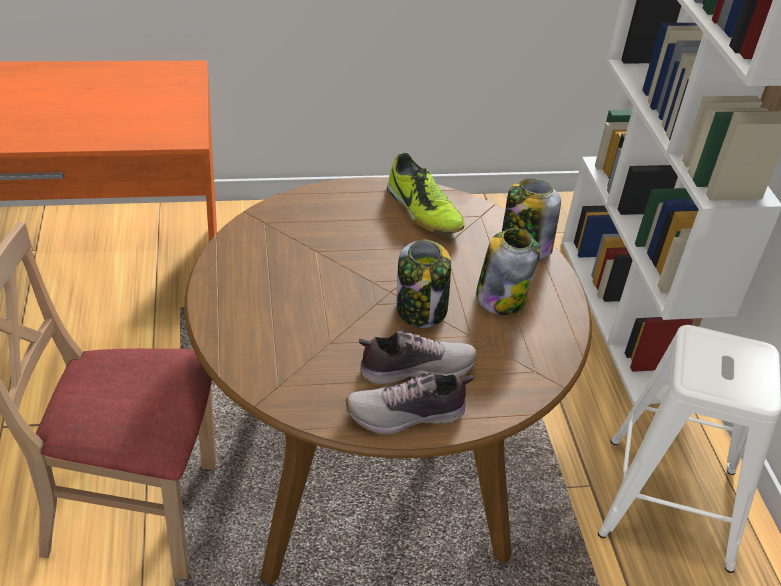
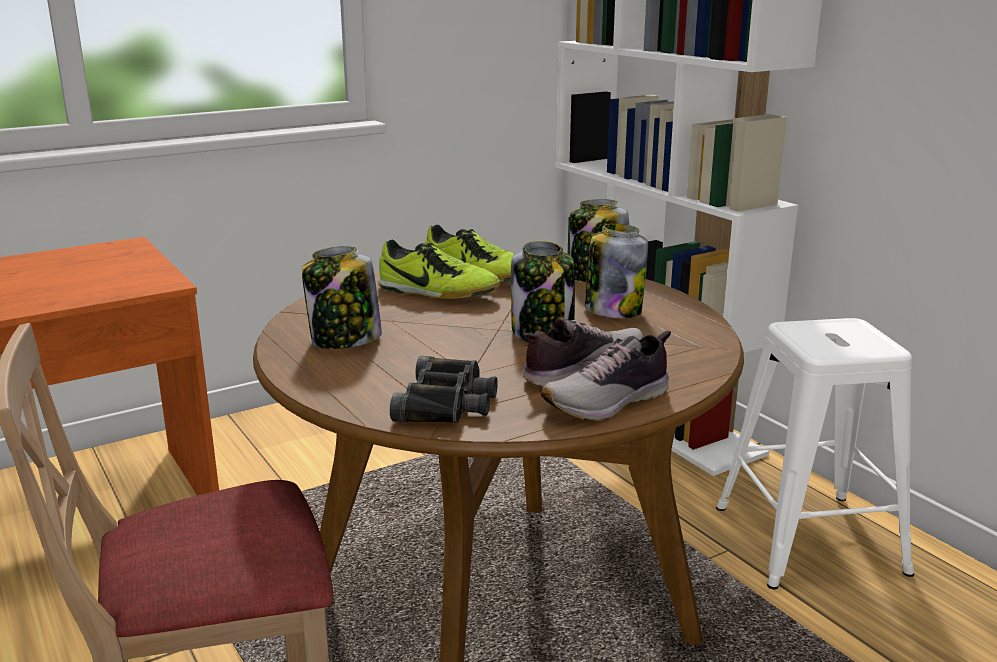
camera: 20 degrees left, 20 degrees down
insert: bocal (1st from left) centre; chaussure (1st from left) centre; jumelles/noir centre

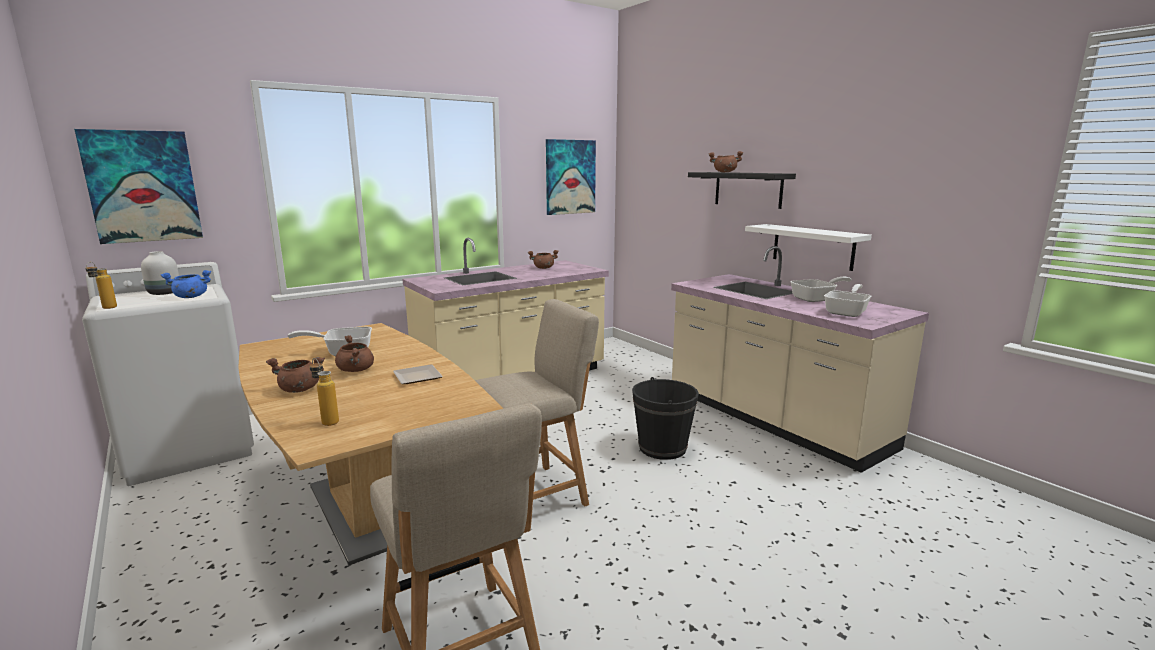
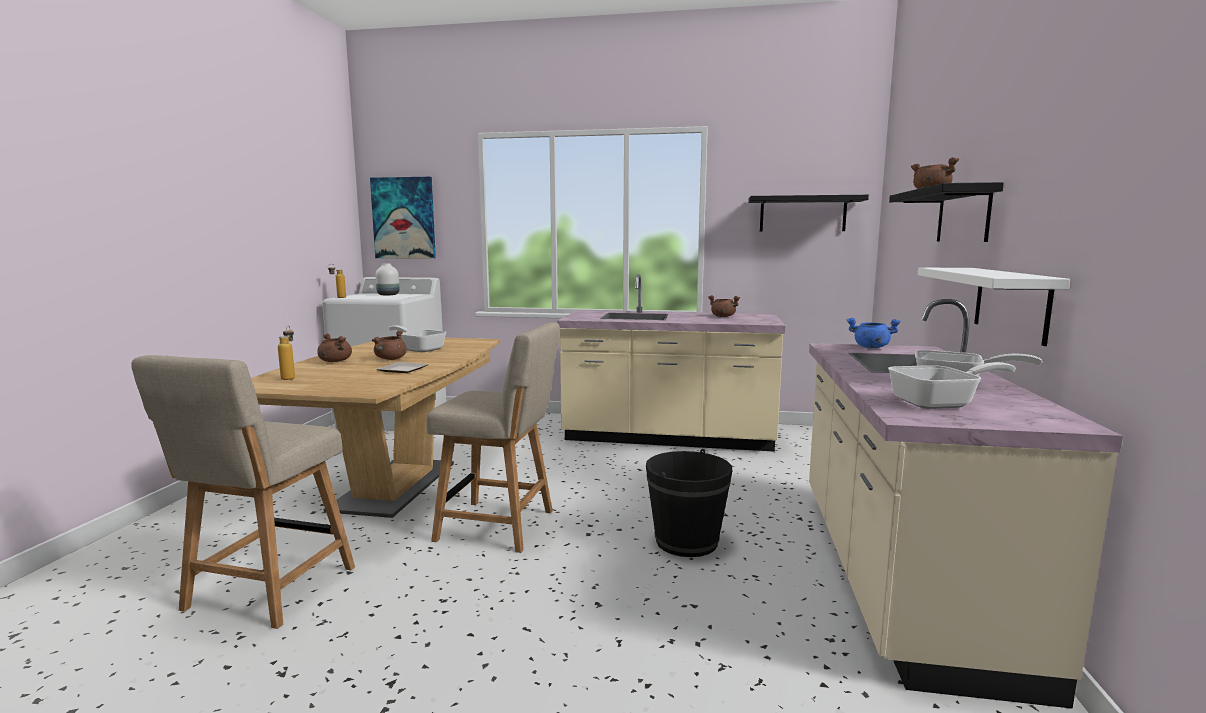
camera: 45 degrees right, 5 degrees down
move: marmite/bleu middle left to middle right
replace: tableau (2nd from left) top centre to étagère/noir (1st from left) top right

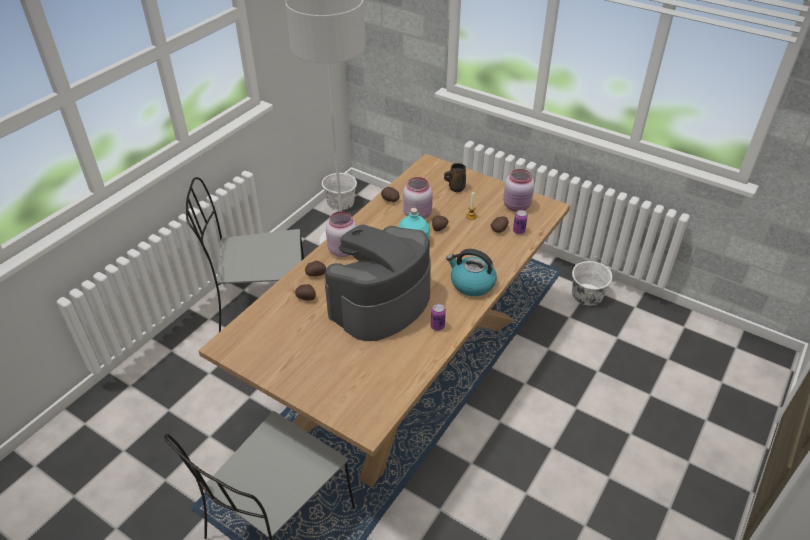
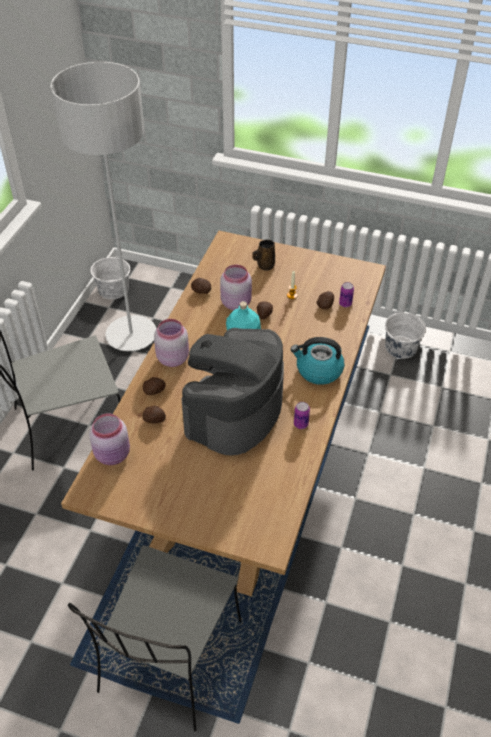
camera: 15 degrees left, 5 degrees up
move: bocal/rose (3rd from left in the first image) centre to bocal/rose (1st from left) middle left

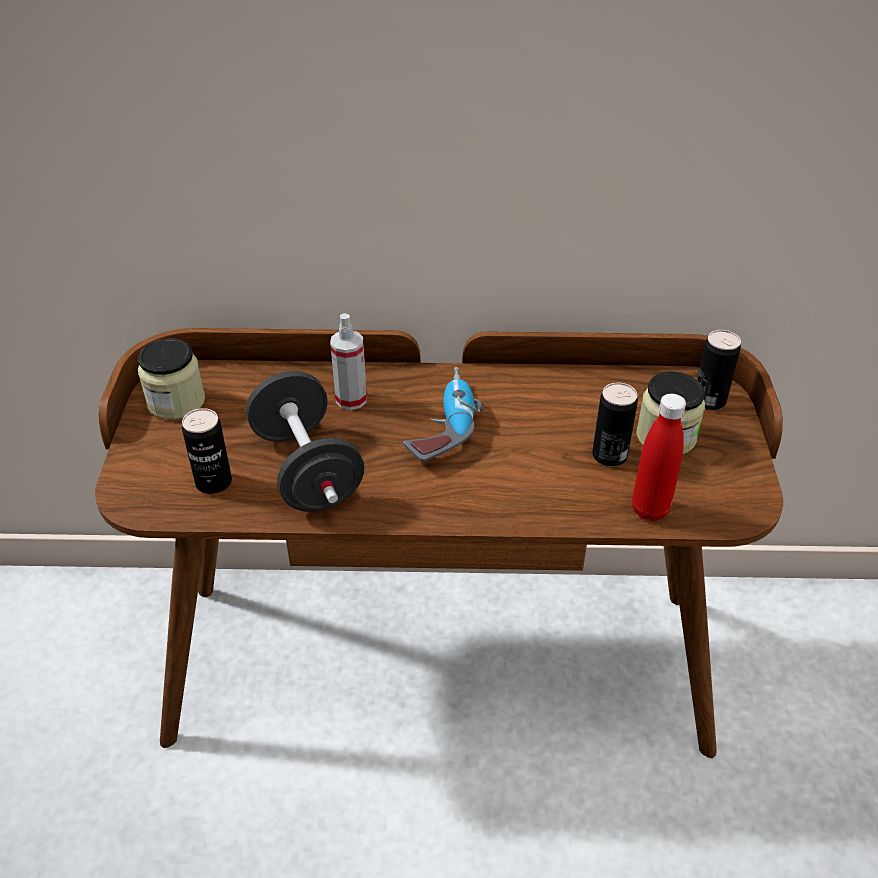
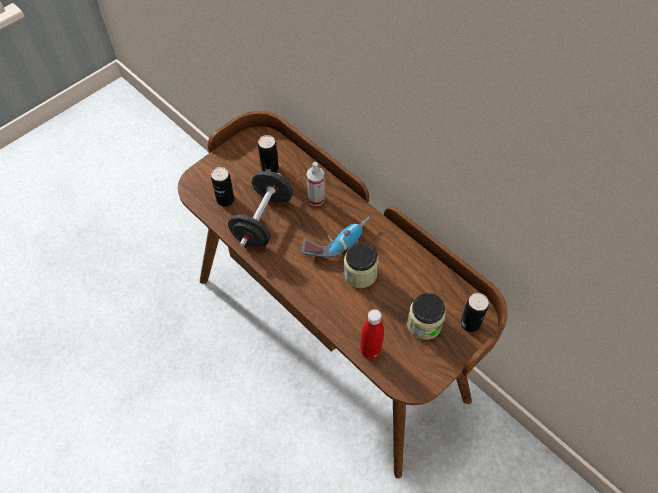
camera: 45 degrees right, 15 degrees up
move: bocal (1st from left) middle left to centre; boîte métallique (2nd from left) middle right to top centre

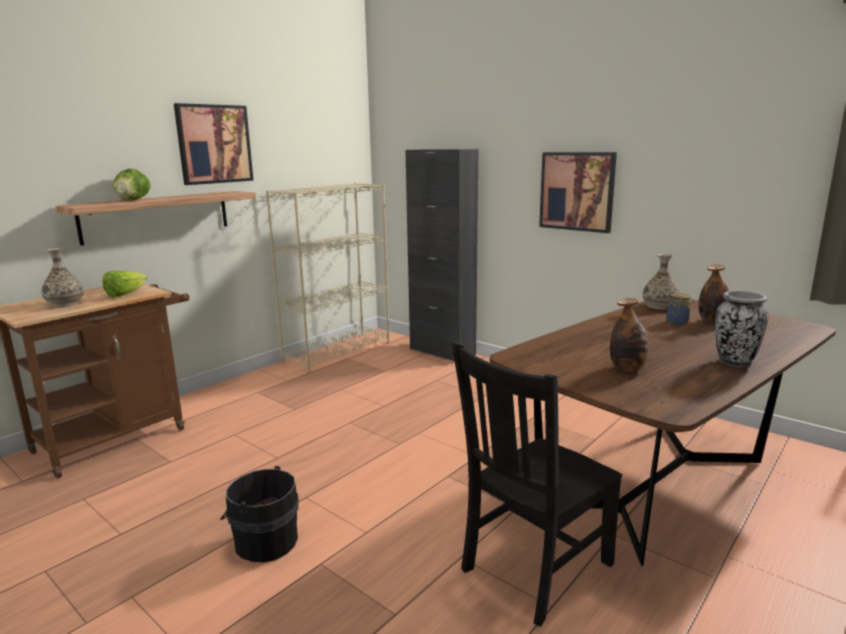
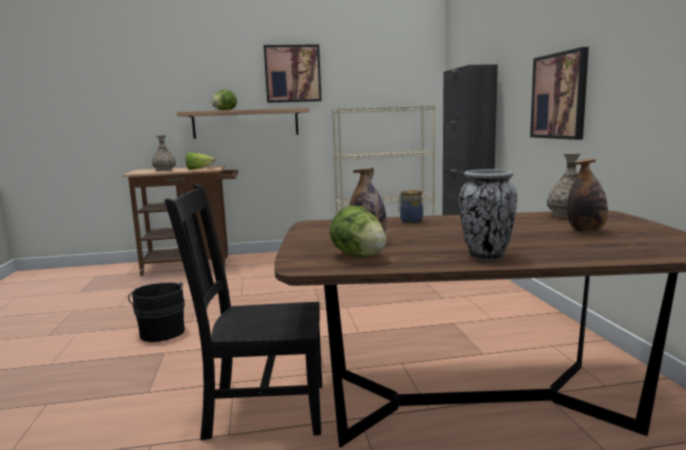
camera: 40 degrees right, 5 degrees down
insert: laitue (3rd from left) centre
move: bocal middle right to centre

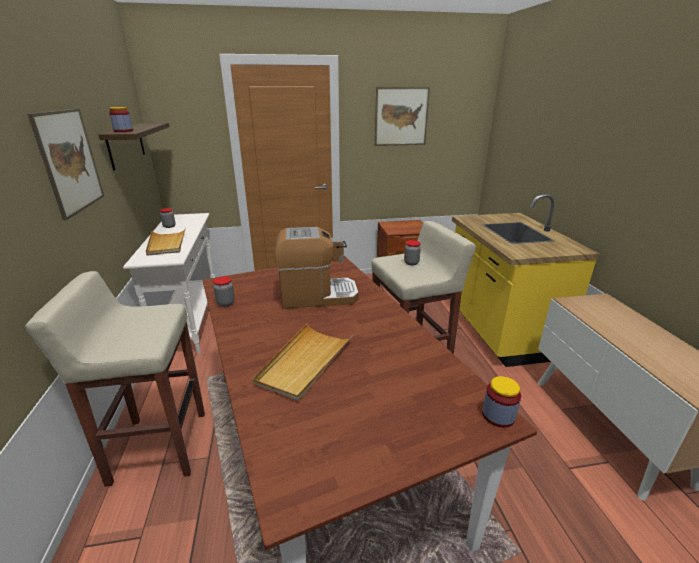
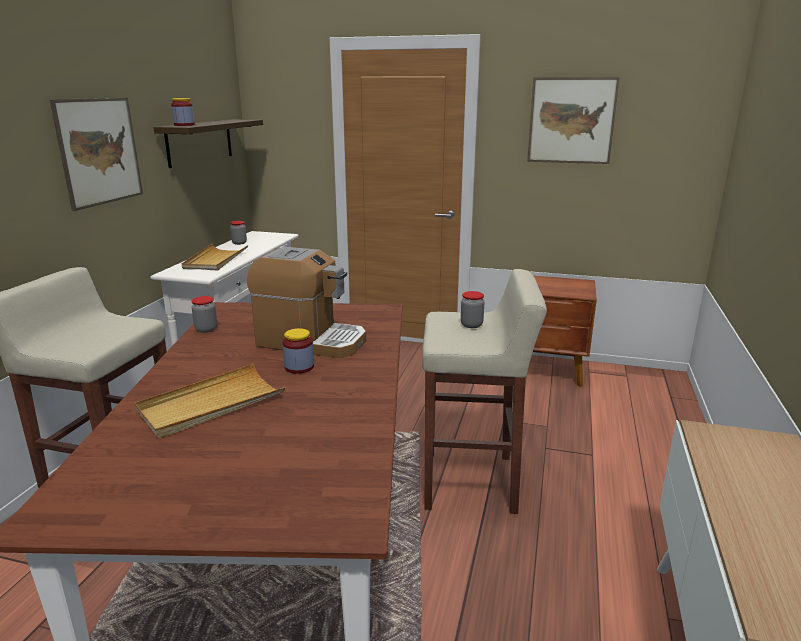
camera: 25 degrees right, 5 degrees down
delete: comptoir de cuisine/jaune middle right
move: bocal (5th from left in the first image) bottom right to bocal (4th from left) centre

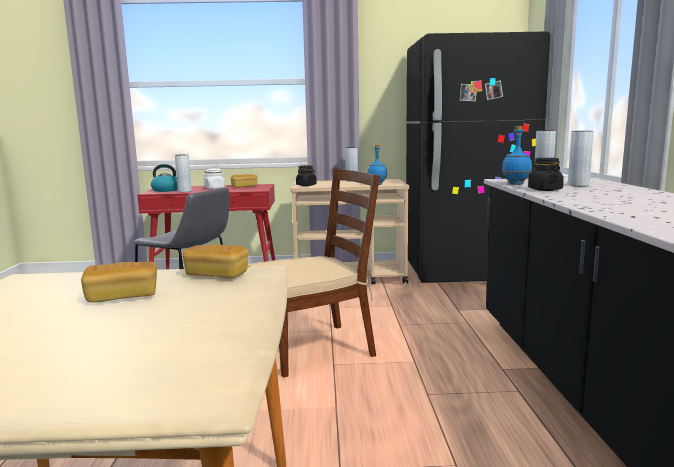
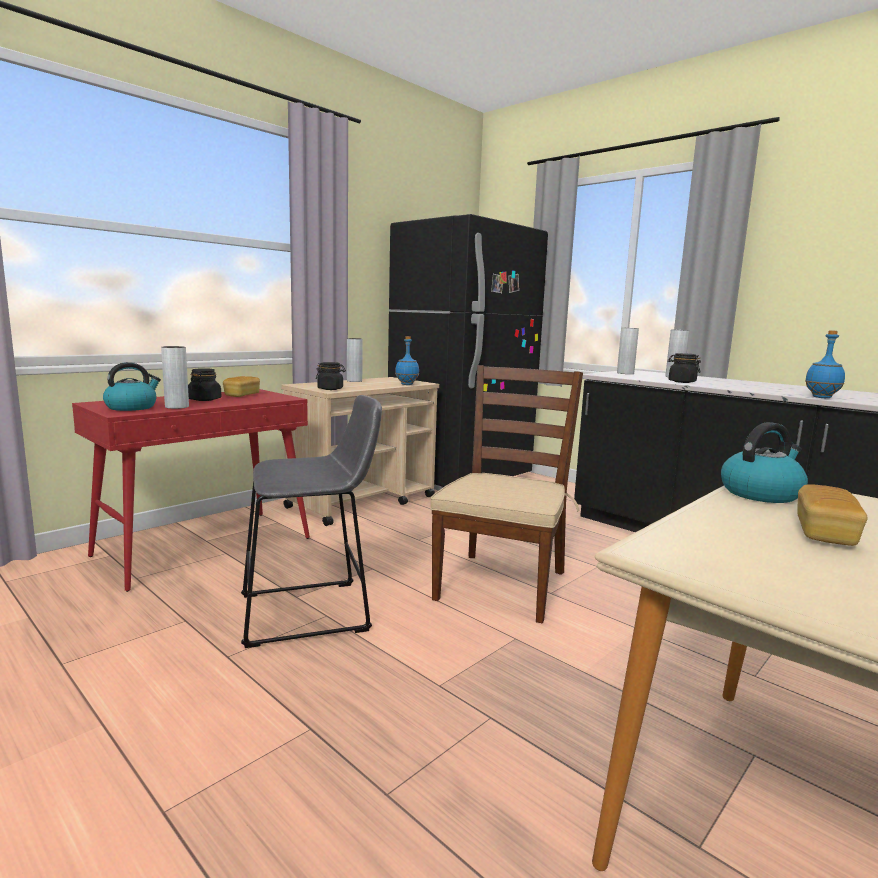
camera: 45 degrees left, 0 degrees up
move: bouteille/bleu (2nd from left) top right to middle right
replace: pain (2nd from left) middle left to bouilloire (2nd from left) middle right
recolor: bocal/blanc middle left to bocal/noir (1st from left) middle left

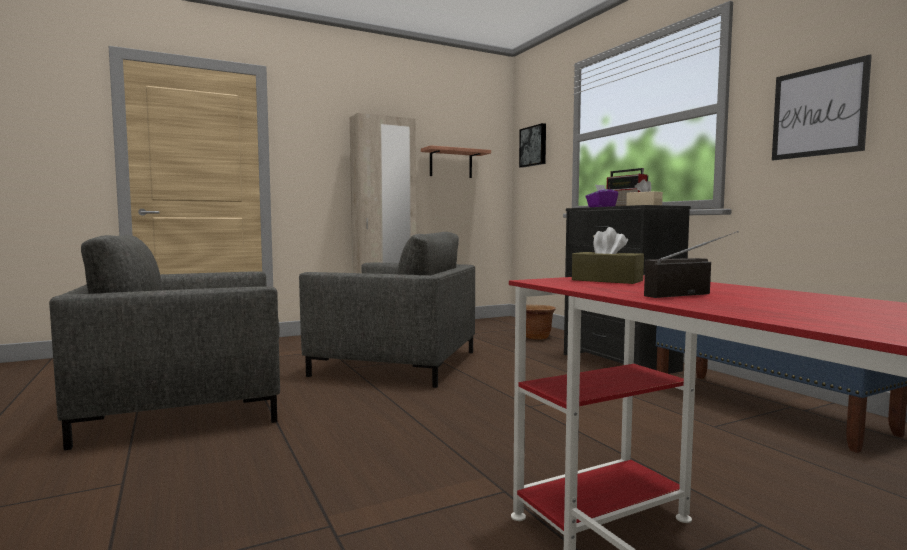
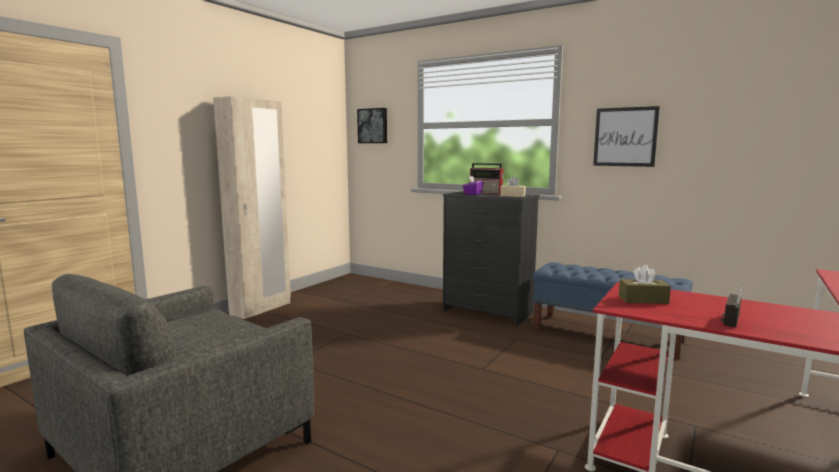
camera: 30 degrees left, 5 degrees up
delete: fauteuil/gris (2nd from left) centre; étagère top centre; cache-pot/marron centre

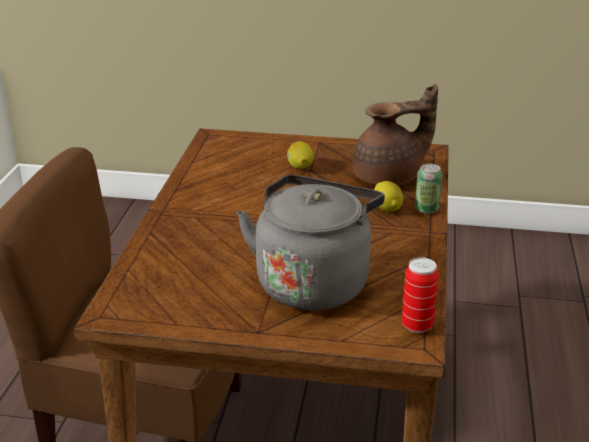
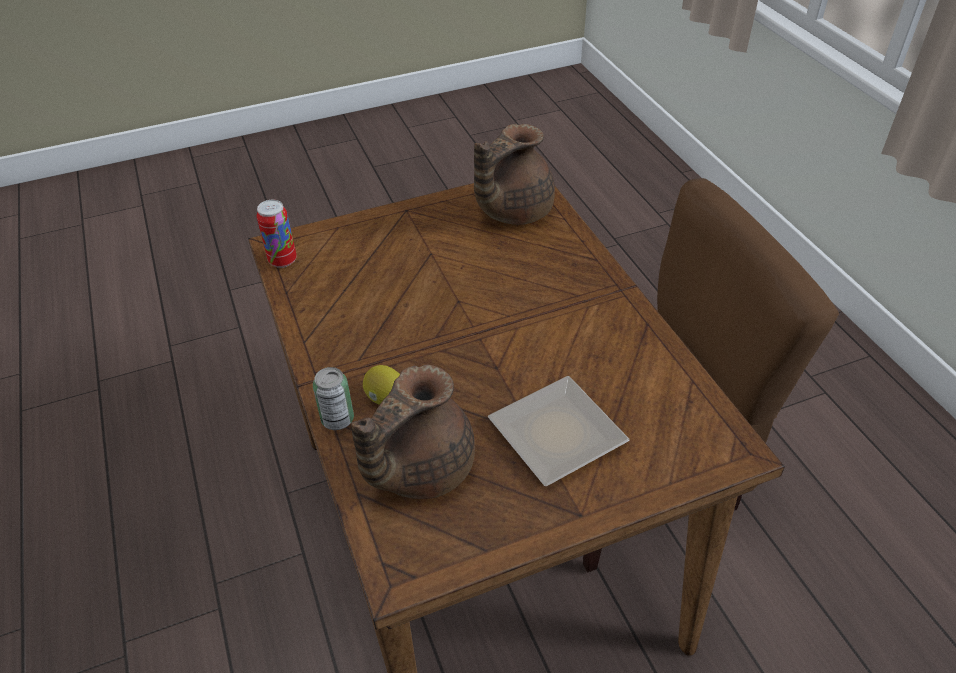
camera: 150 degrees right, 15 degrees up
delete: bouilloire/gris centre
insert: théière/marron (2nd from left) top centre
replace: citron (1st from left) centre to assiette centre

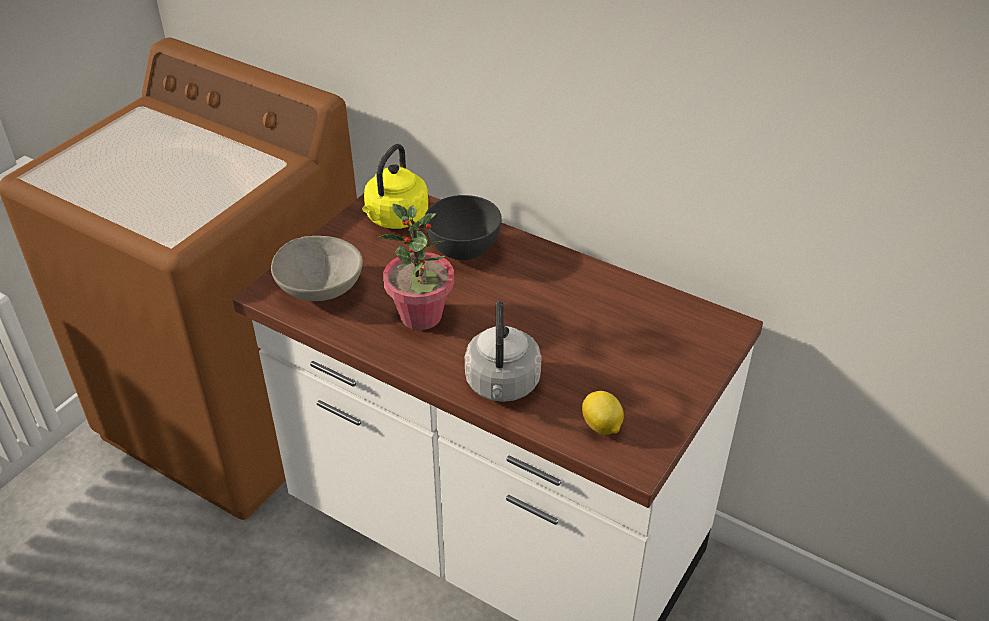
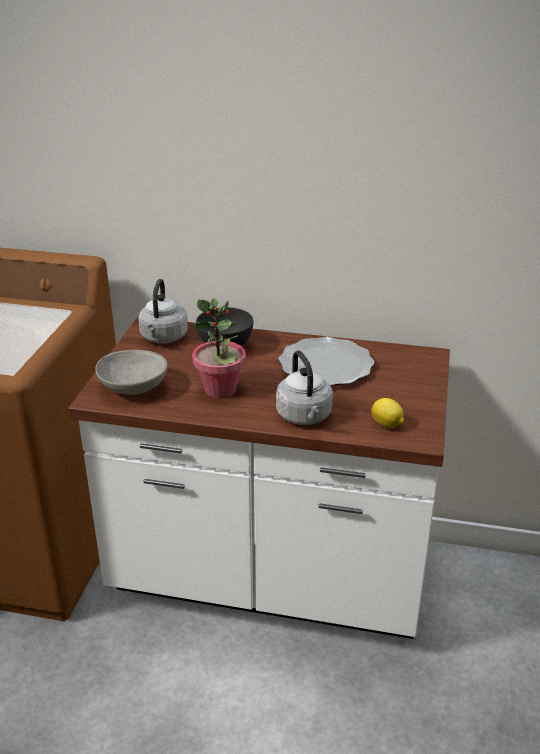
camera: 20 degrees left, 10 degrees down
insert: assiette centre
recolor: bouilloire/jaune top centre to bouilloire/gris (1st from left) middle left

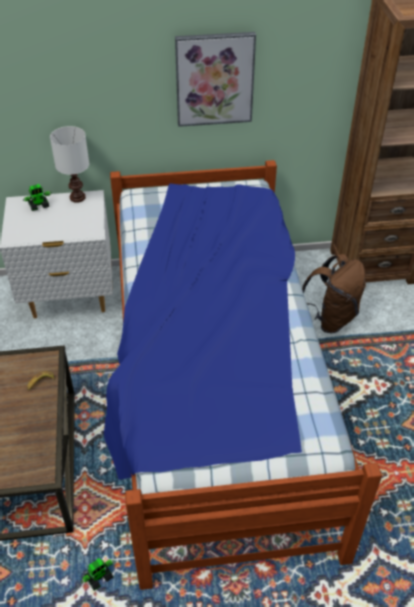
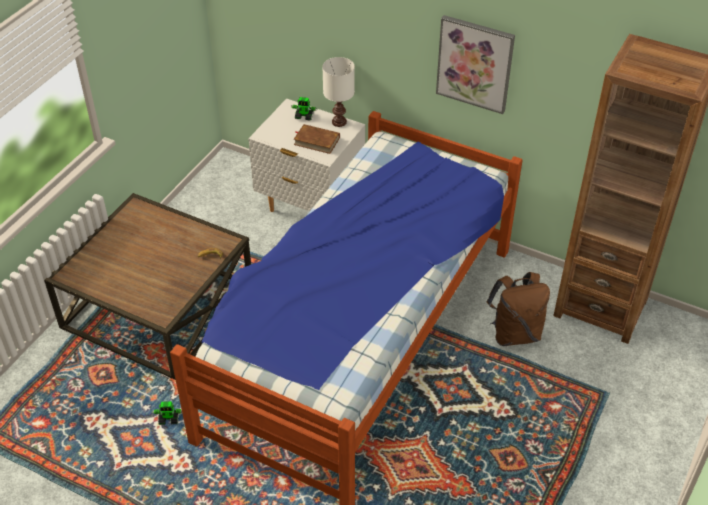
camera: 35 degrees right, 0 degrees up
insert: livre/marron top centre

